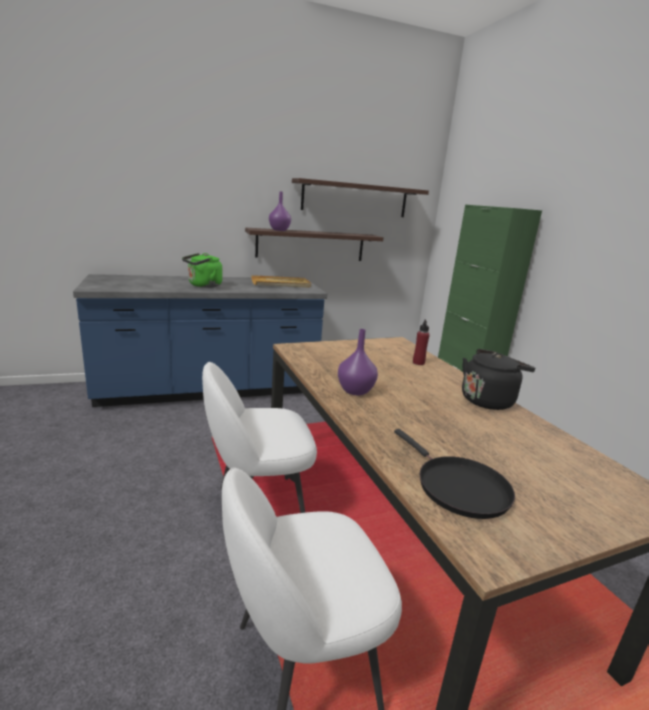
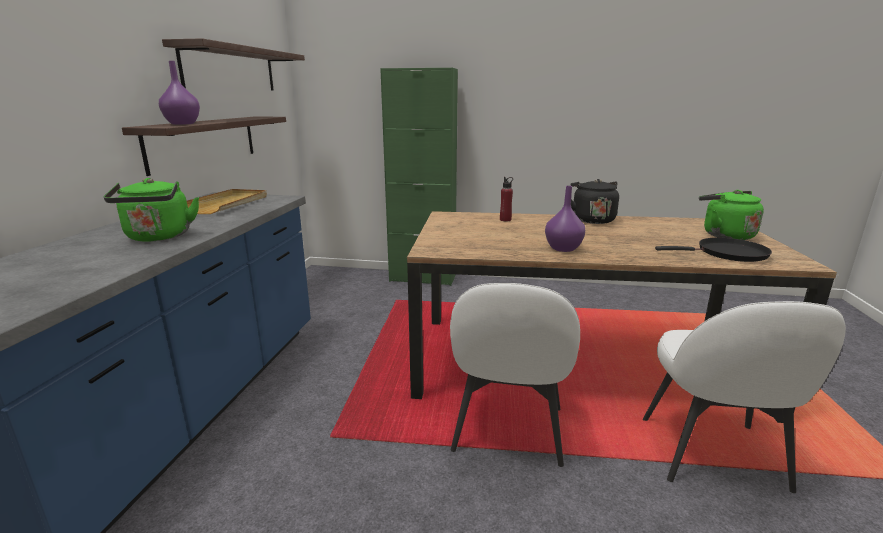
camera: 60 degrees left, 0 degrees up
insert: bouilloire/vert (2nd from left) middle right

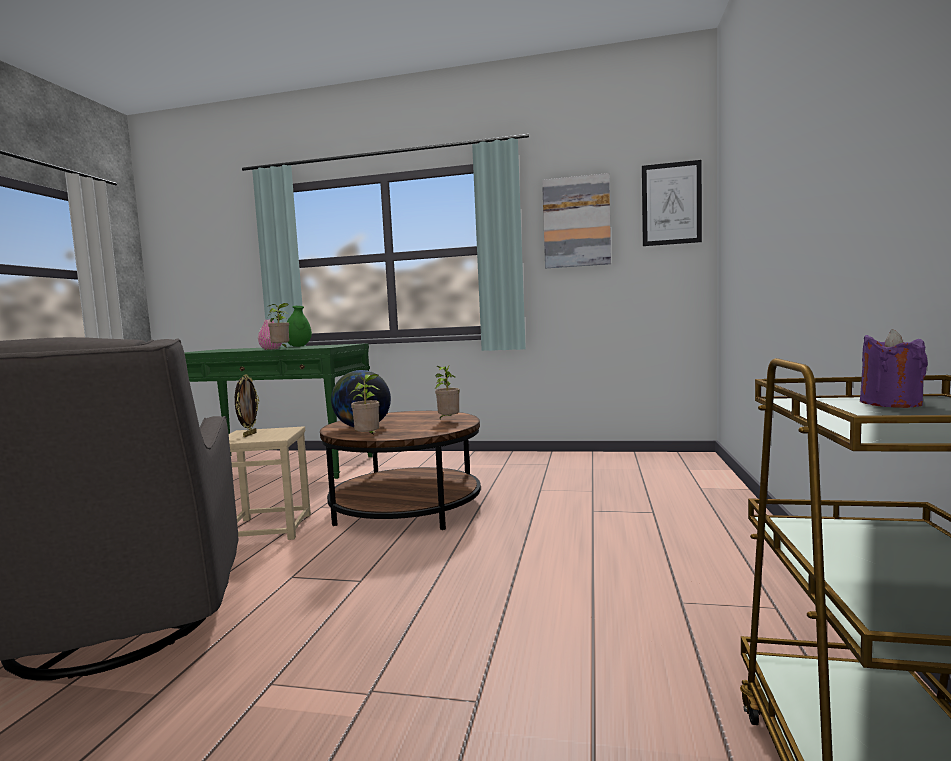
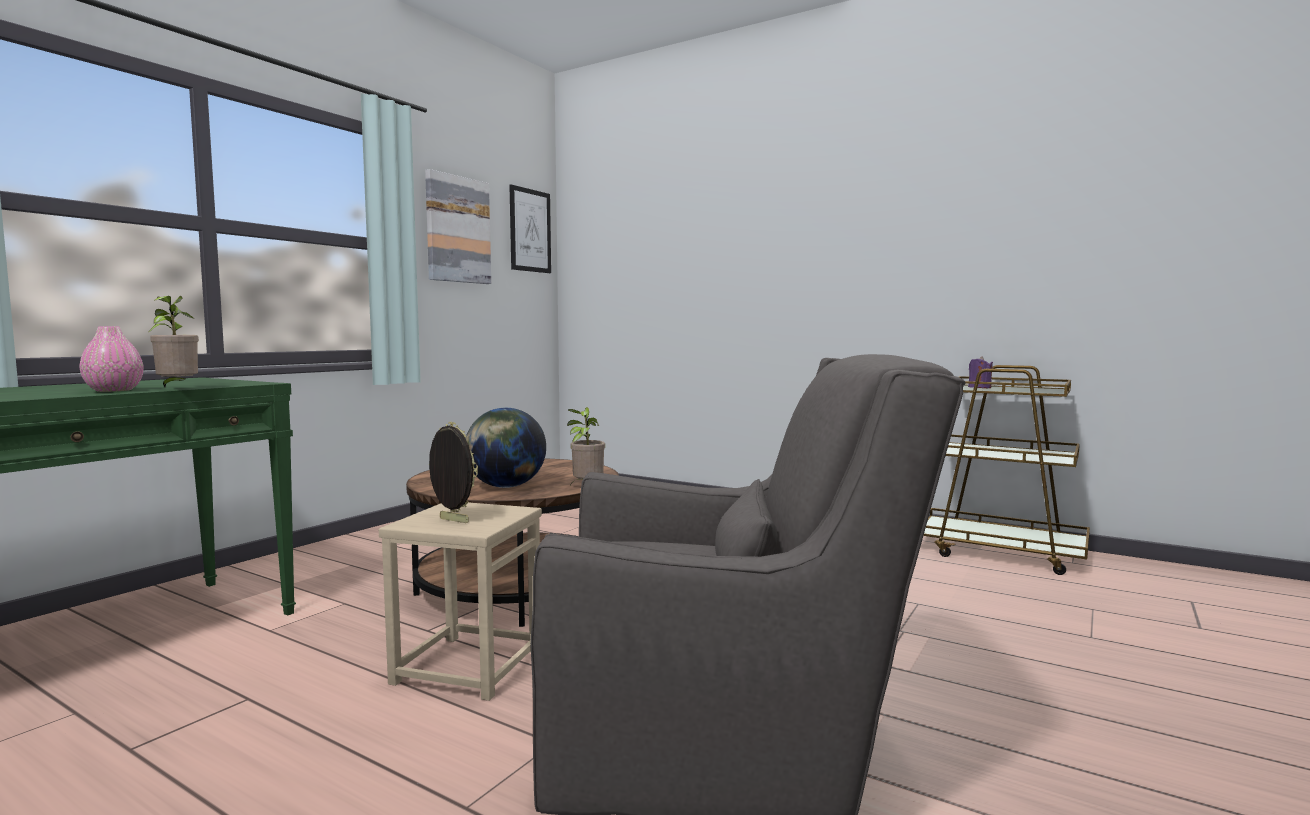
camera: 70 degrees left, 0 degrees up
delete: vase/vert middle left; plante en pot (3rd from left) centre

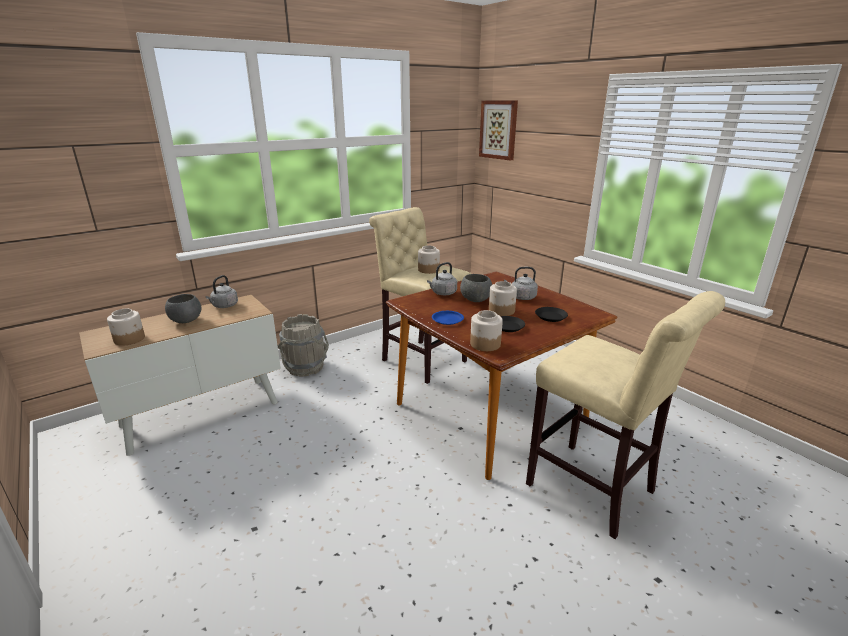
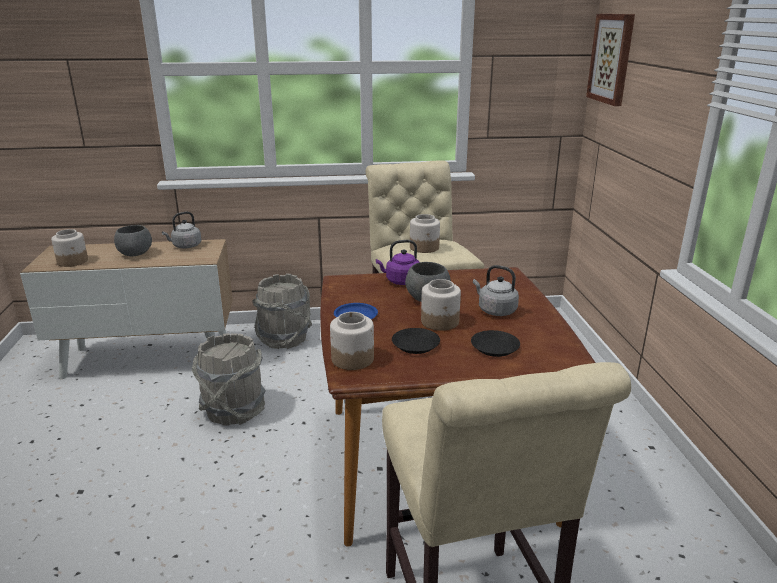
camera: 30 degrees right, 0 degrees up
insert: seau/gris (1st from left) middle left
recolor: bouilloire/gris (2nd from left) centre to bouilloire/violet centre

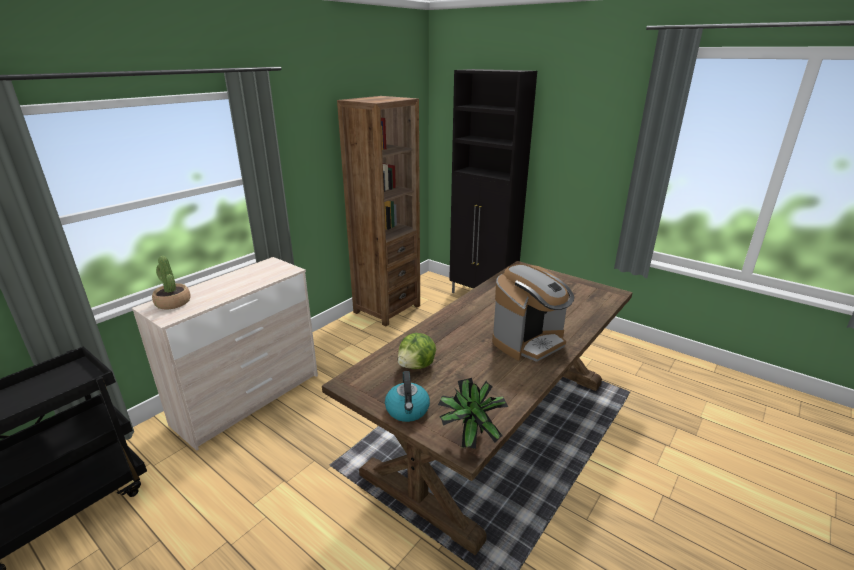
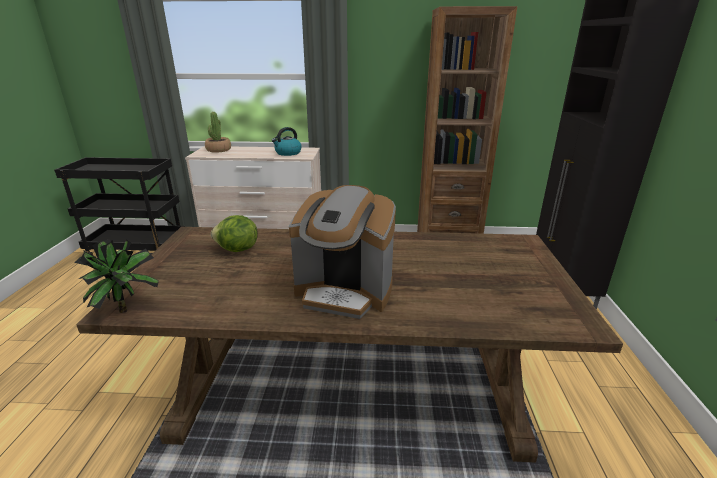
camera: 55 degrees right, 0 degrees up
move: bouilloire bottom centre to top centre

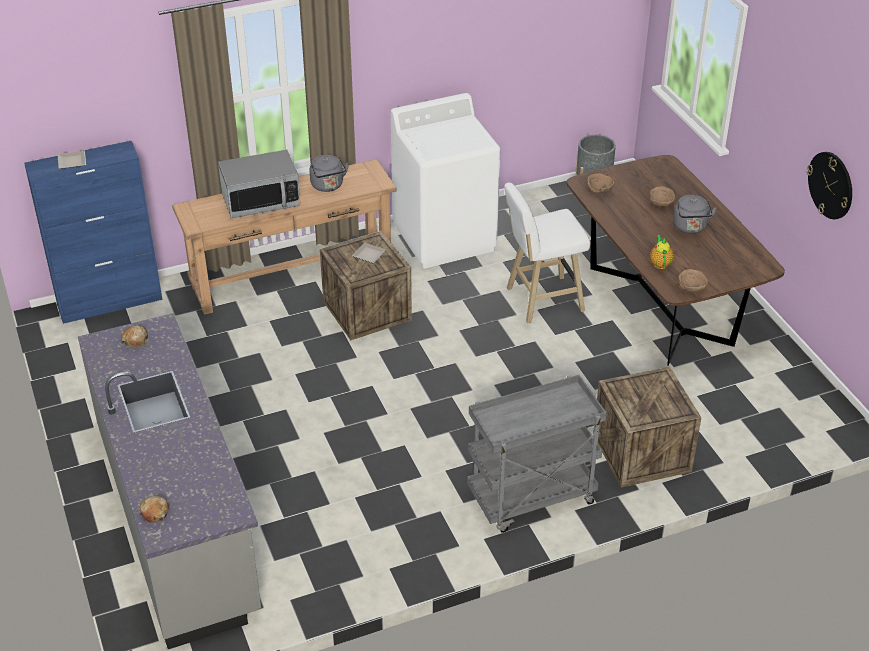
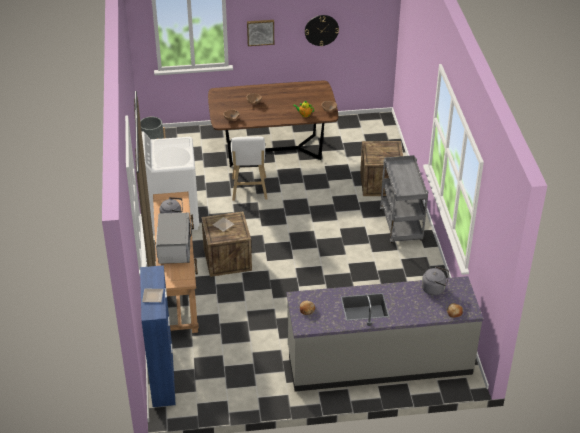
camera: 75 degrees left, 0 degrees up
insert: tableau top centre
move: bouilloire/gris (2nd from left) top right to middle right

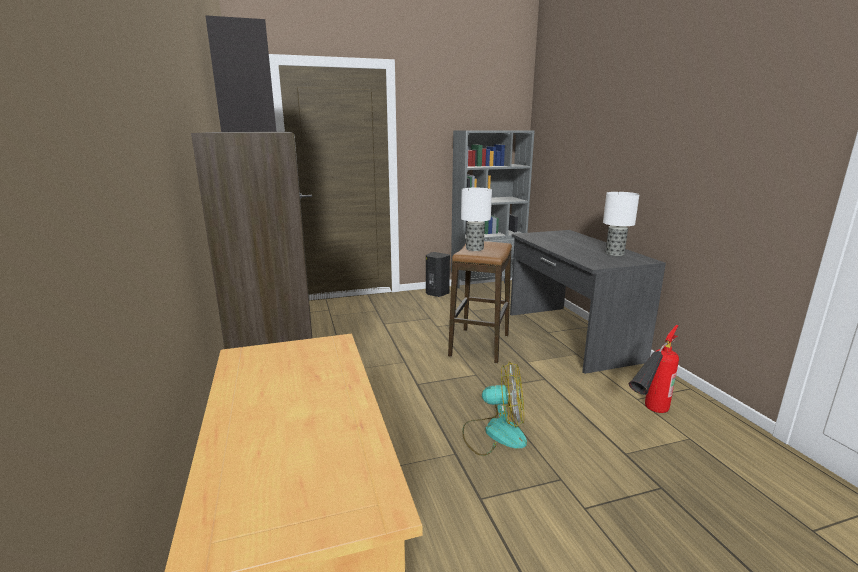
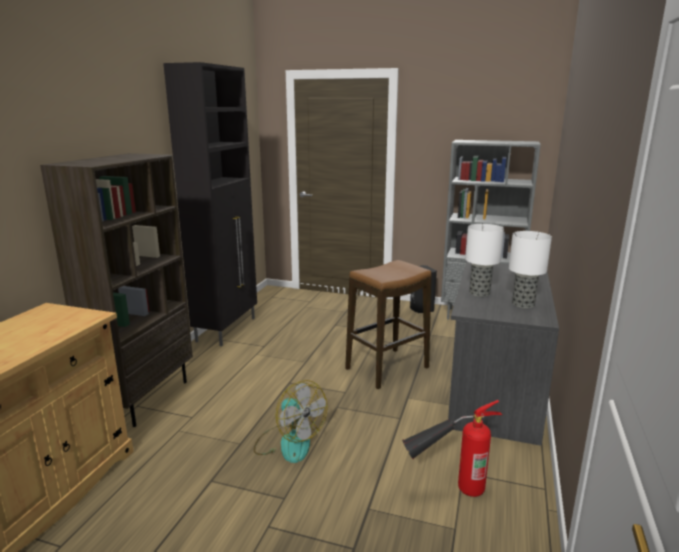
camera: 35 degrees right, 0 degrees up
move: lampe de table (1st from left) centre to middle right

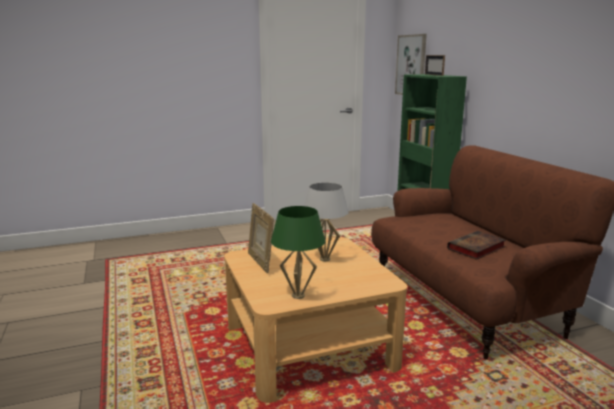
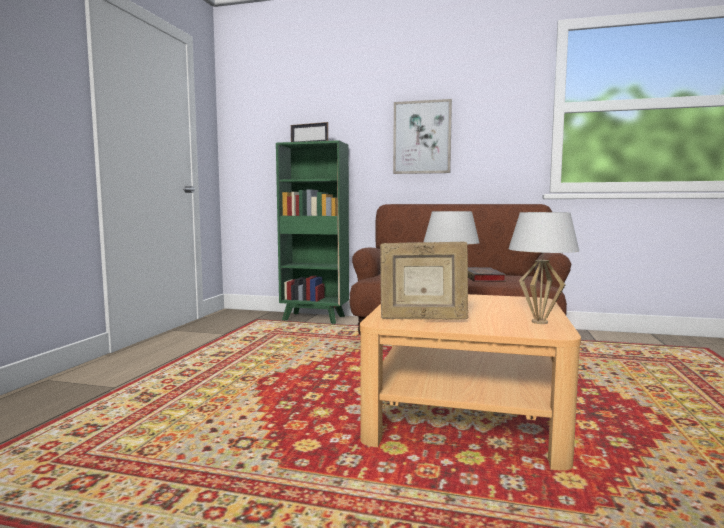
camera: 55 degrees left, 10 degrees down
move: tableau top right to top centre
recolor: lampe de table/vert centre to lampe de table/blanc (2nd from left) middle right

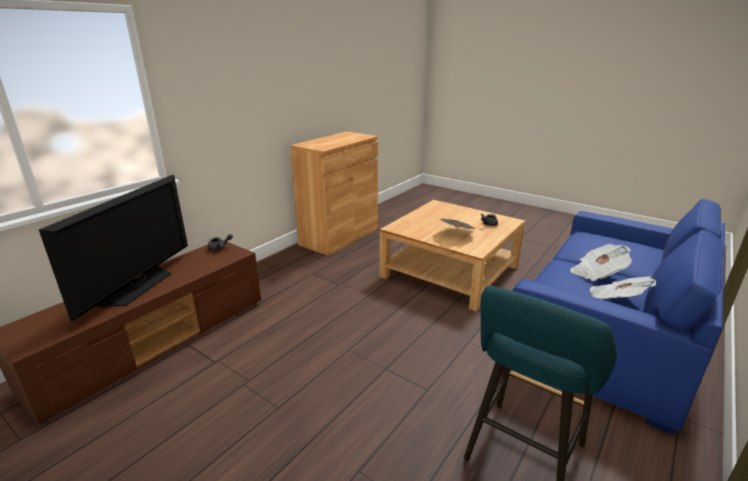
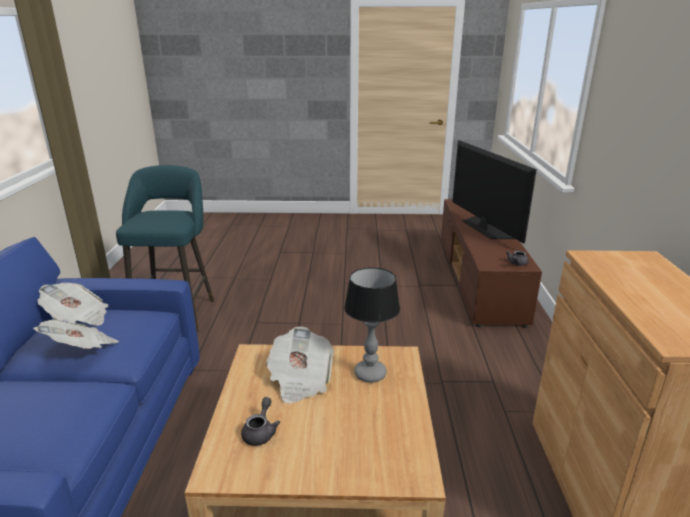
camera: 145 degrees right, 0 degrees up
insert: lampe de table centre

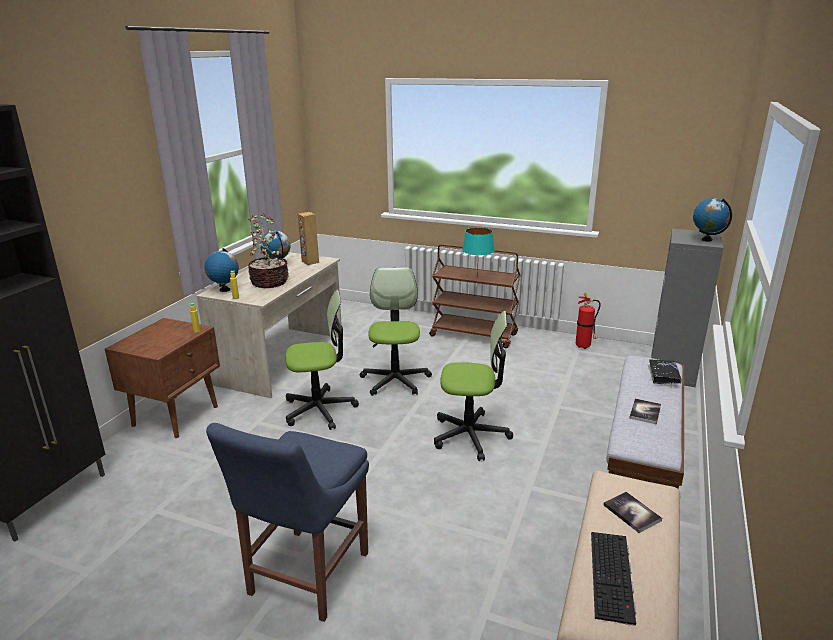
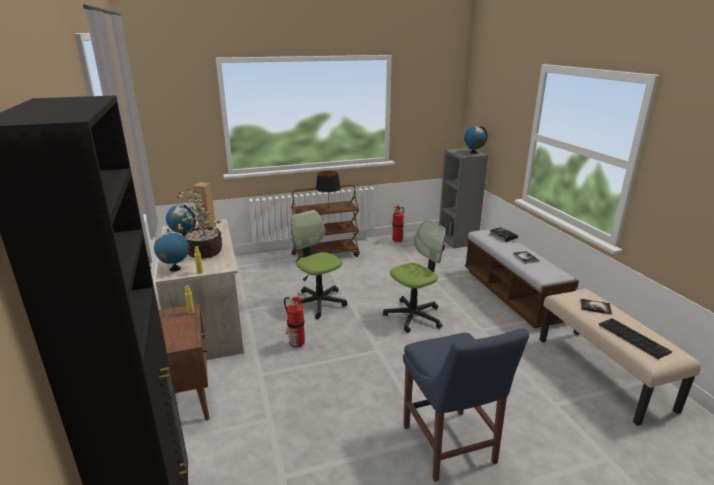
camera: 40 degrees left, 0 degrees up
replace: chaise de bureau (1st from left) centre to extincteur (1st from left) centre
recolor: lampe de table/turquoise centre to lampe de table/noir centre

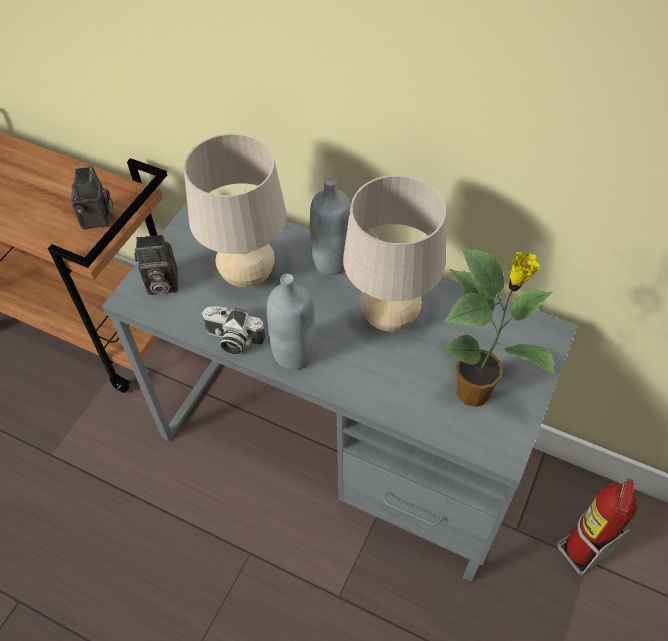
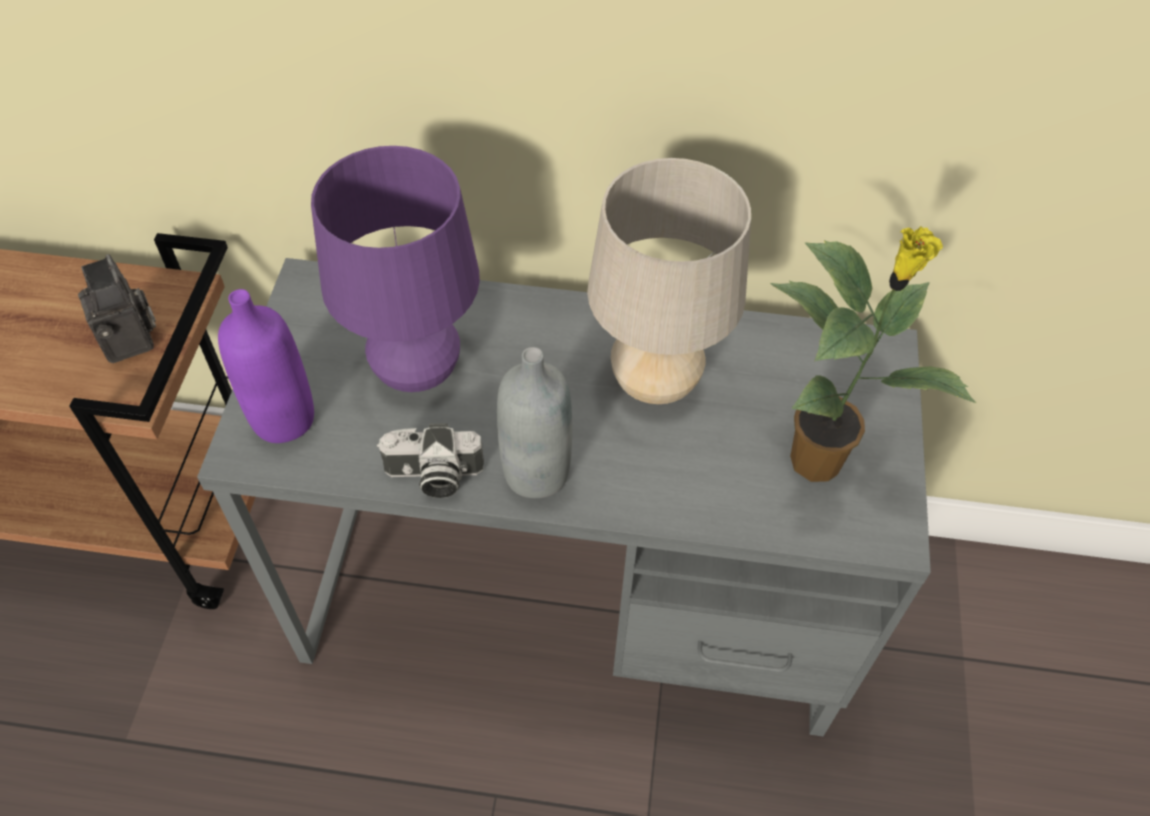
camera: 20 degrees left, 0 degrees up
delete: bouteille/gris (2nd from left) centre; extincteur bottom right
replace: appareil photo (2nd from left) middle left to bouteille/violet middle left
recolor: lampe de table/beige (1st from left) top centre to lampe de table/violet top centre

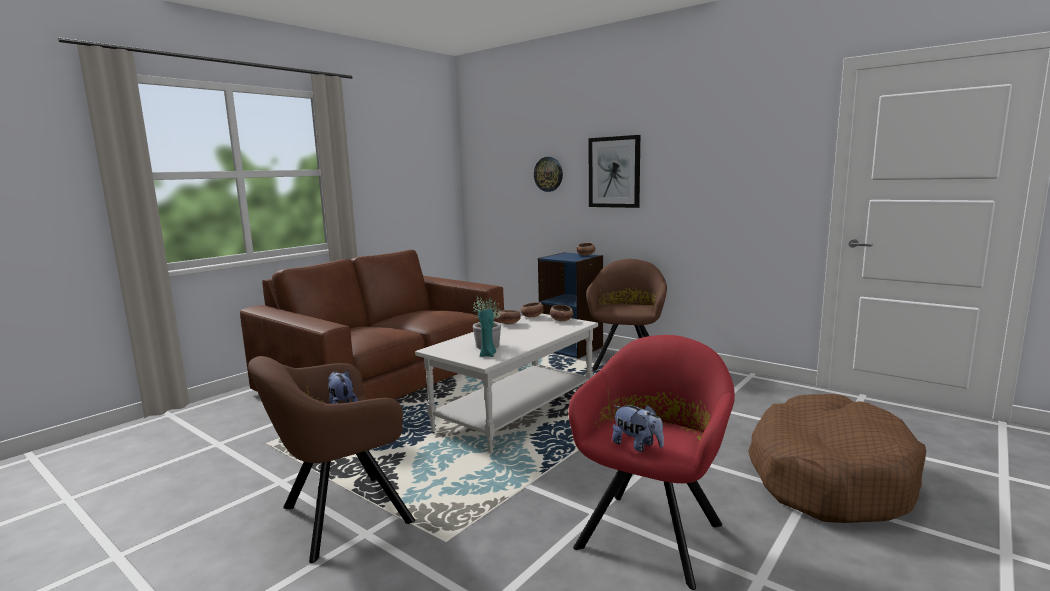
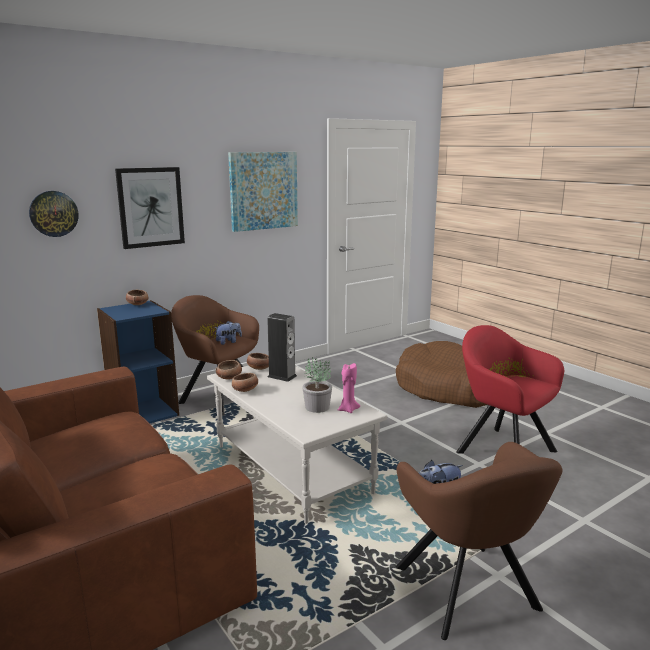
camera: 75 degrees left, 5 degrees up
insert: tableau (2nd from left) top centre; enceinte centre
move: peluche (2nd from left in the first image) bottom centre to peluche (1st from left) centre
recolor: bougie/turquoise centre to bougie/rose centre

